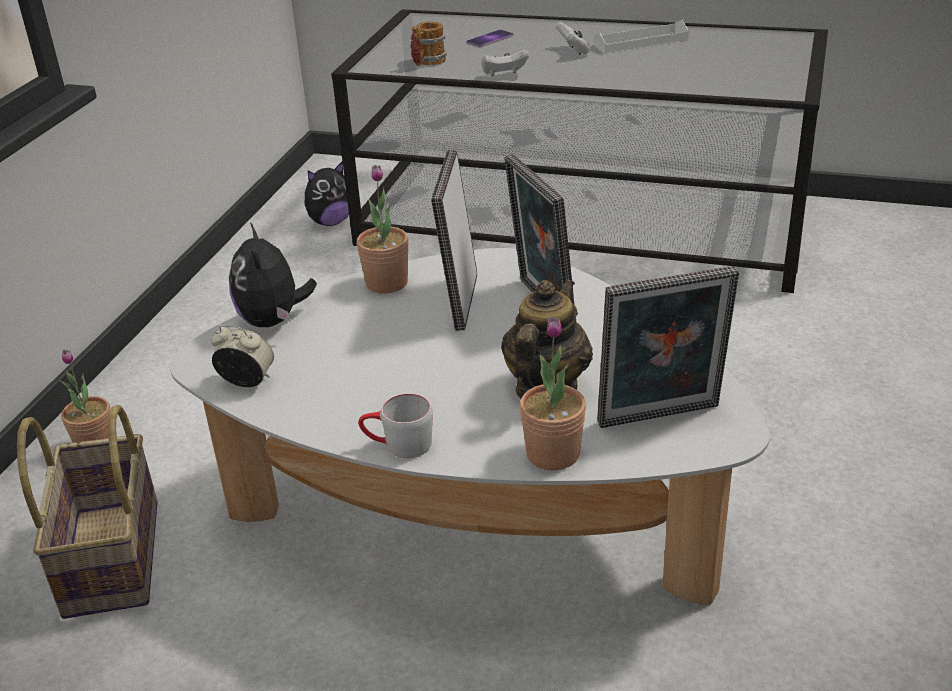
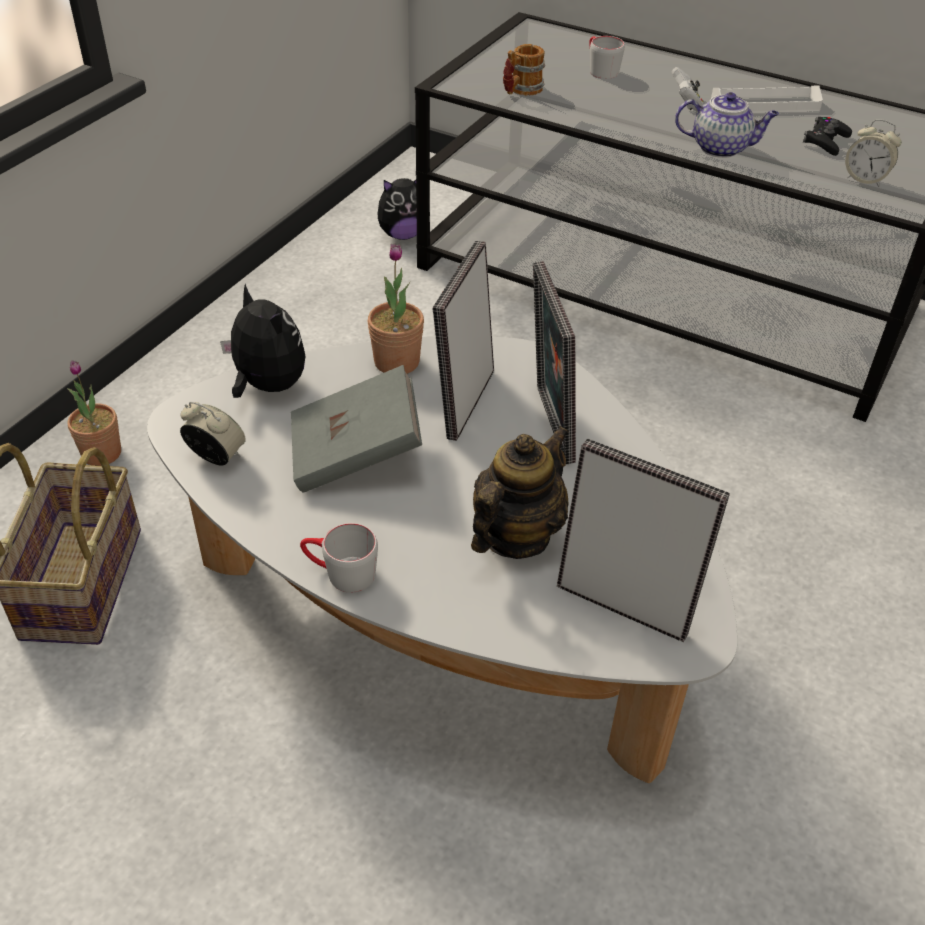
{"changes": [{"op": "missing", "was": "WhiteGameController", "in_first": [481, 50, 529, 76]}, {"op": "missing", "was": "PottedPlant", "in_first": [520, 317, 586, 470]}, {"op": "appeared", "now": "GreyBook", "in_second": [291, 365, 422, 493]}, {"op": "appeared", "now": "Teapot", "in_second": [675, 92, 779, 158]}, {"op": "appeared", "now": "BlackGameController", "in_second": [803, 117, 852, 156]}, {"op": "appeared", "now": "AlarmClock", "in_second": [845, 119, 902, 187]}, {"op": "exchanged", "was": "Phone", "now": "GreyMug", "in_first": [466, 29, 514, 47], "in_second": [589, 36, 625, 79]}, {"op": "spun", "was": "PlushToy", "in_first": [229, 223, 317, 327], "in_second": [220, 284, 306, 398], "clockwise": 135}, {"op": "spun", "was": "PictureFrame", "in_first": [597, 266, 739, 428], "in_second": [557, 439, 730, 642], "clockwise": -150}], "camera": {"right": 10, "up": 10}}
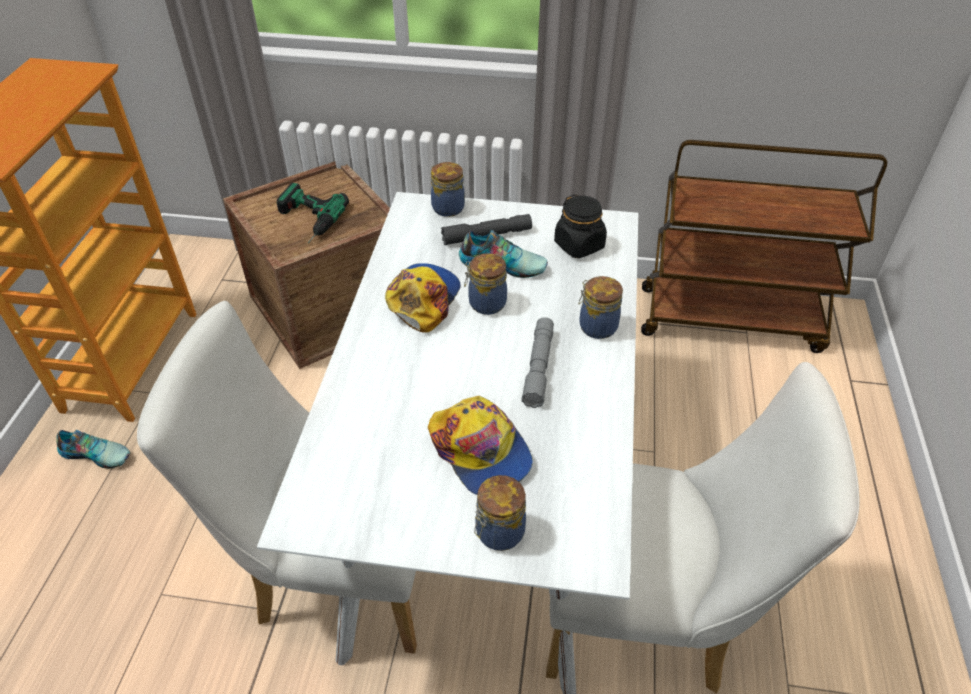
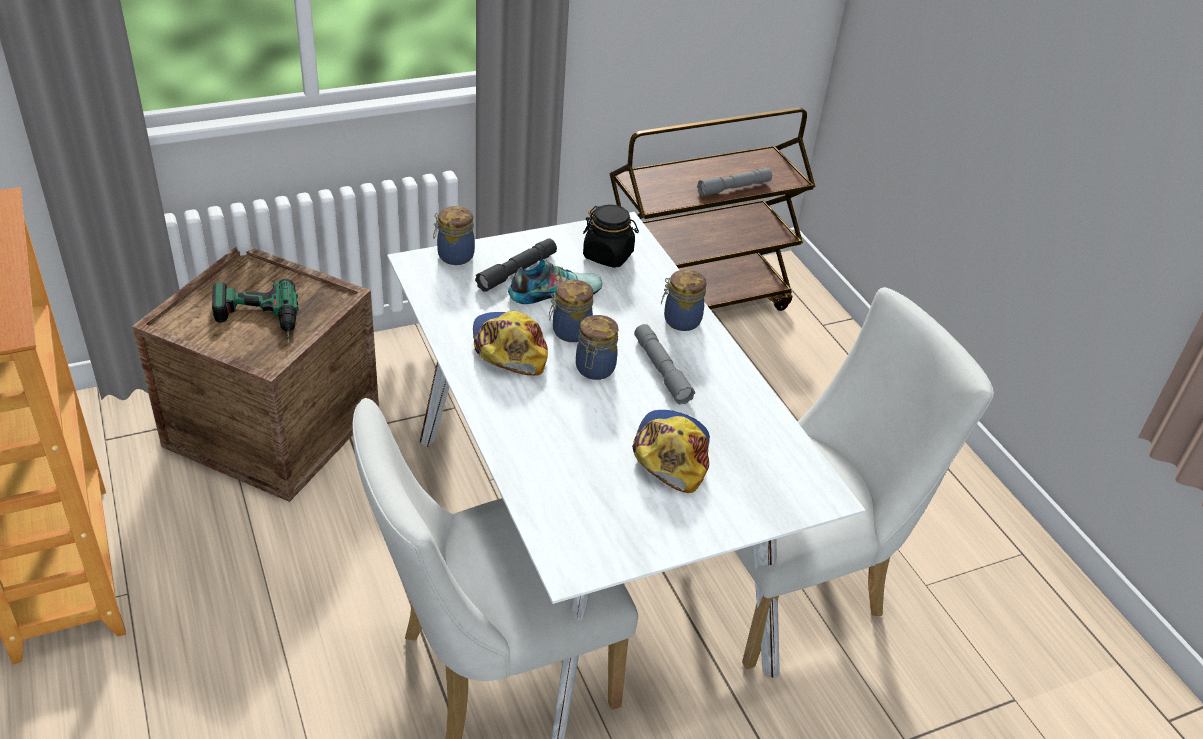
{"changes": [{"op": "missing", "was": "Shoe", "in_first": [56, 430, 130, 469]}, {"op": "appeared", "now": "GreyFlashlight", "in_second": [697, 168, 772, 196]}, {"op": "relocated", "was": "Jar", "in_first": [474, 475, 526, 551], "in_second": [576, 315, 618, 380]}, {"op": "spun", "was": "Cap", "in_first": [428, 396, 533, 495], "in_second": [632, 410, 710, 493], "clockwise": -105}], "camera": {"right": -35, "up": -5}}
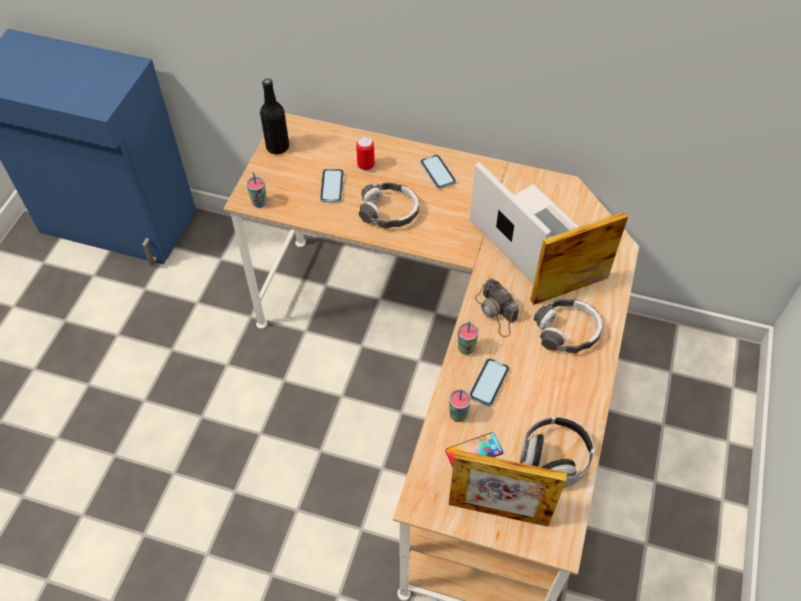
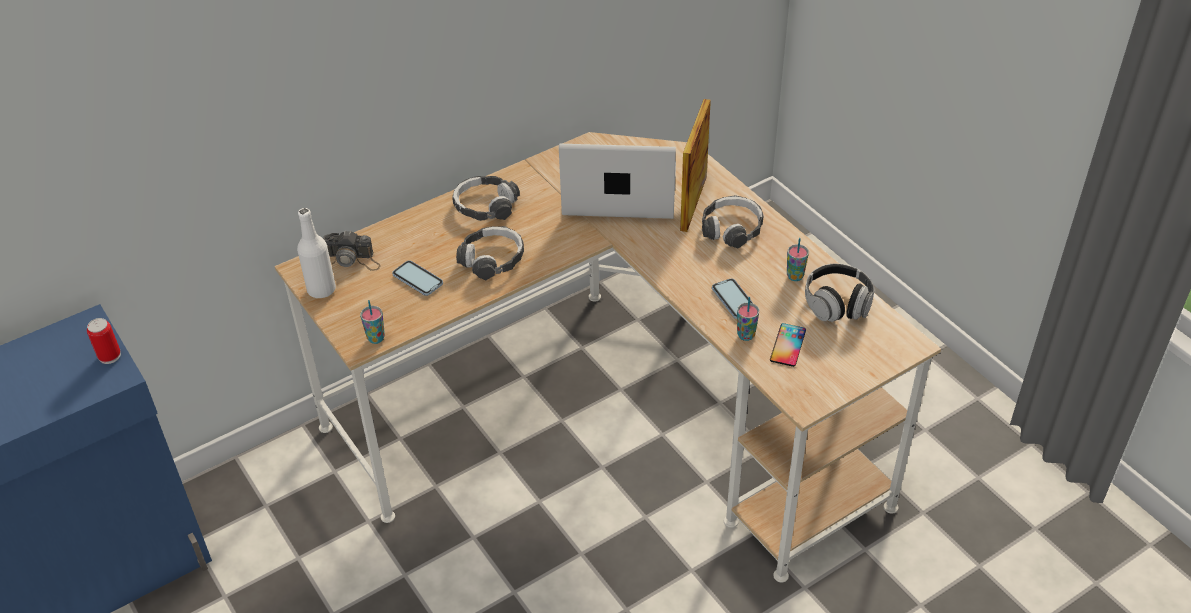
{"changes": [{"op": "missing", "was": "PictureFrame", "in_first": [449, 450, 567, 527]}, {"op": "relocated", "was": "Can", "in_first": [356, 136, 375, 172], "in_second": [87, 318, 121, 364]}, {"op": "relocated", "was": "Cup", "in_first": [458, 321, 479, 355], "in_second": [787, 238, 809, 281]}, {"op": "relocated", "was": "PhotoCamera", "in_first": [475, 278, 519, 338], "in_second": [323, 230, 380, 271]}, {"op": "exchanged", "was": "Phone", "now": "Headphones", "in_first": [420, 154, 456, 189], "in_second": [452, 176, 520, 221]}, {"op": "colour", "was": "BlackBottle", "now": "WhiteBottle", "in_first": [260, 78, 289, 155], "in_second": [297, 208, 336, 298]}], "camera": {"right": -50, "up": -10}}
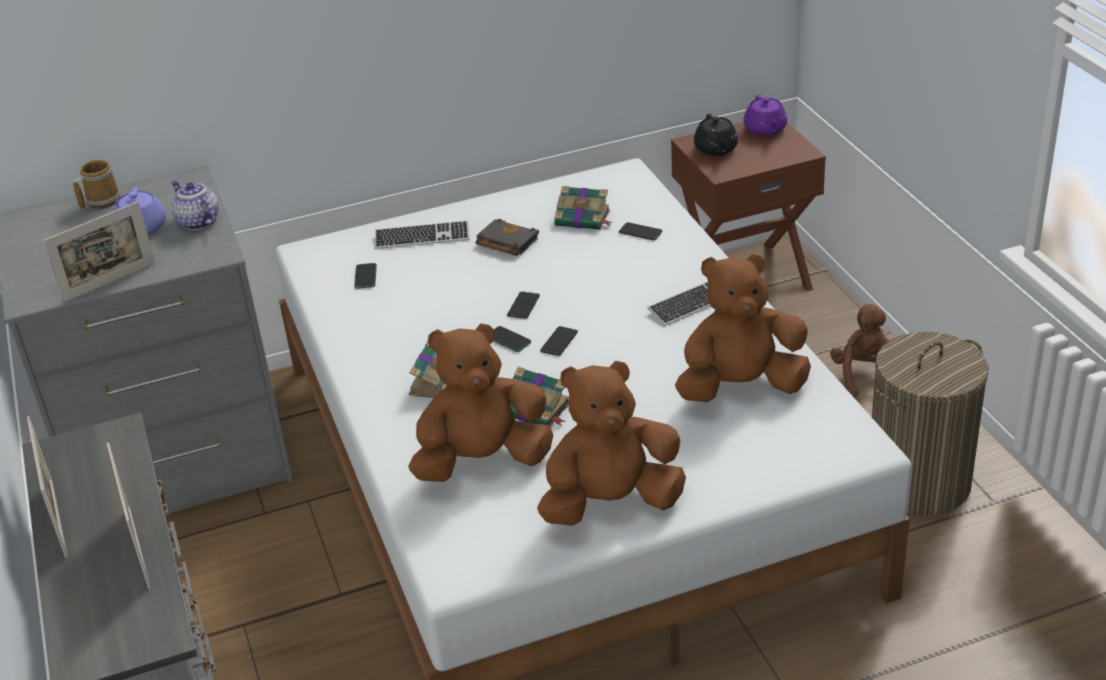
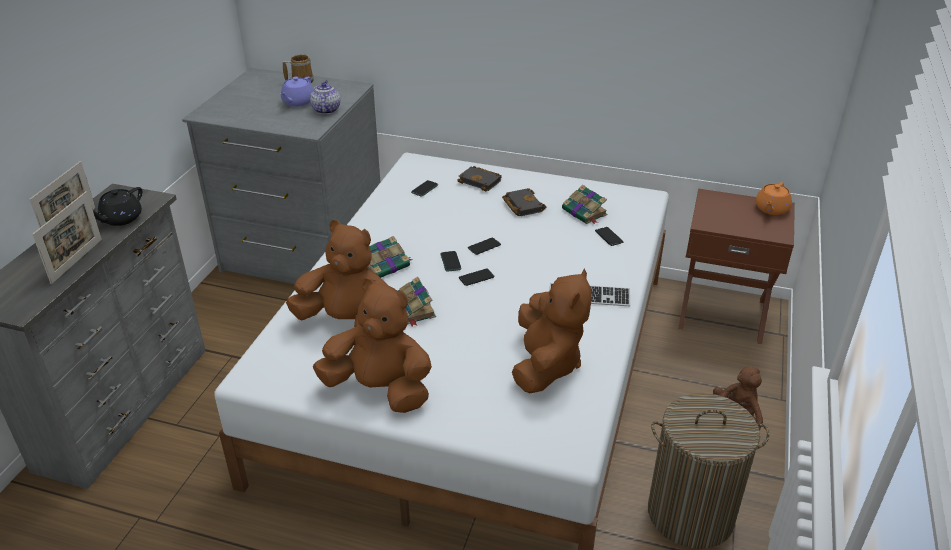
{"changes": [{"op": "missing", "was": "PictureFrame", "in_first": [43, 202, 155, 303]}, {"op": "relocated", "was": "BlackTeapot", "in_first": [694, 114, 738, 156], "in_second": [93, 187, 142, 226]}, {"op": "exchanged", "was": "Keyboard", "now": "BlackBook", "in_first": [375, 220, 470, 249], "in_second": [457, 166, 502, 191]}, {"op": "colour", "was": "PurpleTeapot", "now": "OrangeTeapot", "in_first": [744, 95, 787, 136], "in_second": [755, 182, 792, 215]}, {"op": "spun", "was": "BrownPlushToy", "in_first": [675, 254, 811, 402], "in_second": [512, 269, 592, 393], "clockwise": 75}], "camera": {"right": 35, "up": 0}}
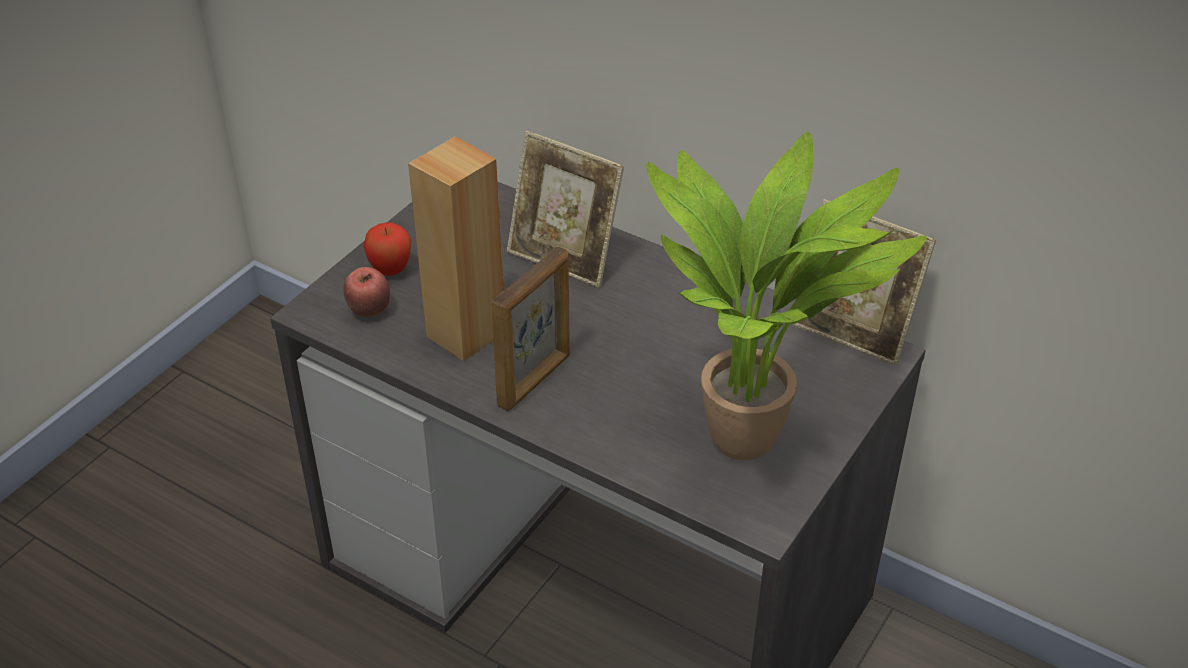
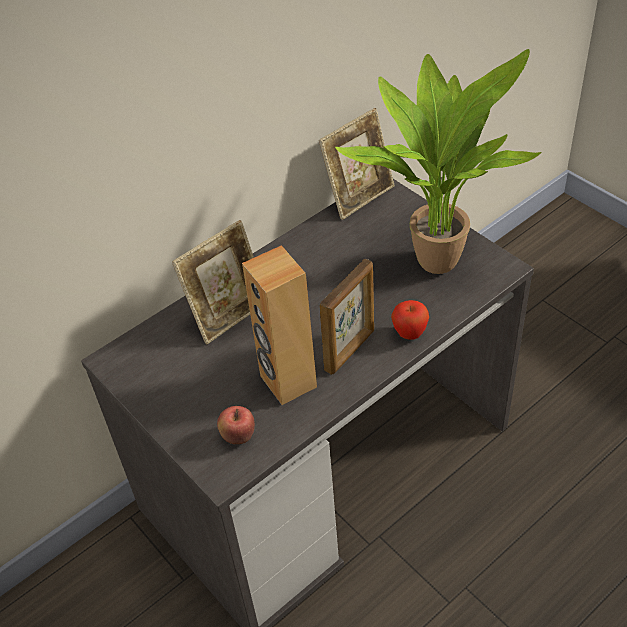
{"changes": [{"op": "relocated", "was": "Apple", "in_first": [363, 223, 412, 276], "in_second": [391, 300, 429, 340]}, {"op": "spun", "was": "PictureFrame", "in_first": [491, 247, 570, 411], "in_second": [320, 259, 374, 375], "clockwise": 75}], "camera": {"right": -70, "up": 5}}
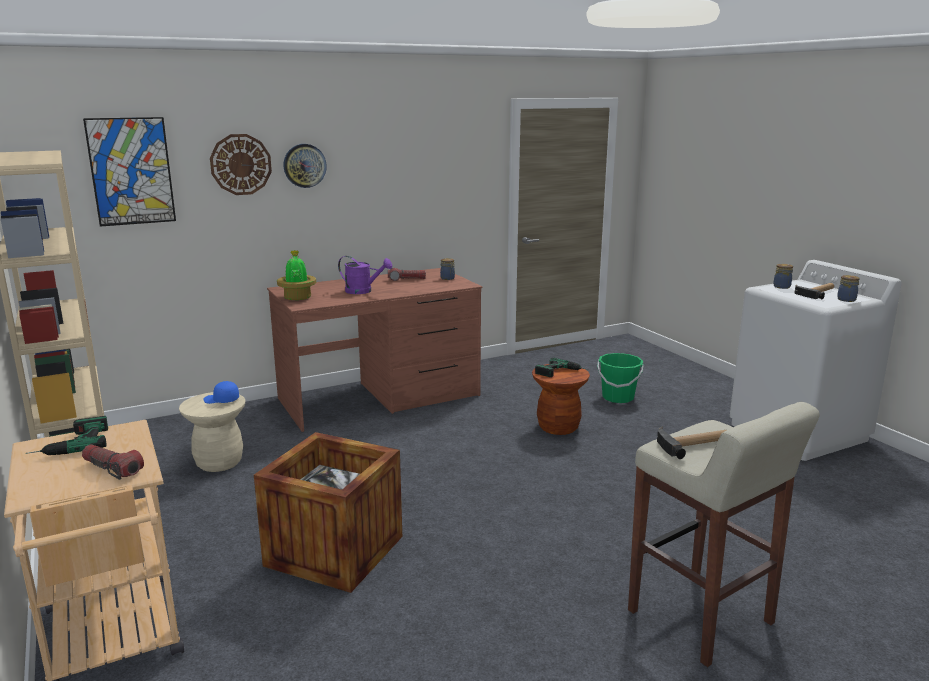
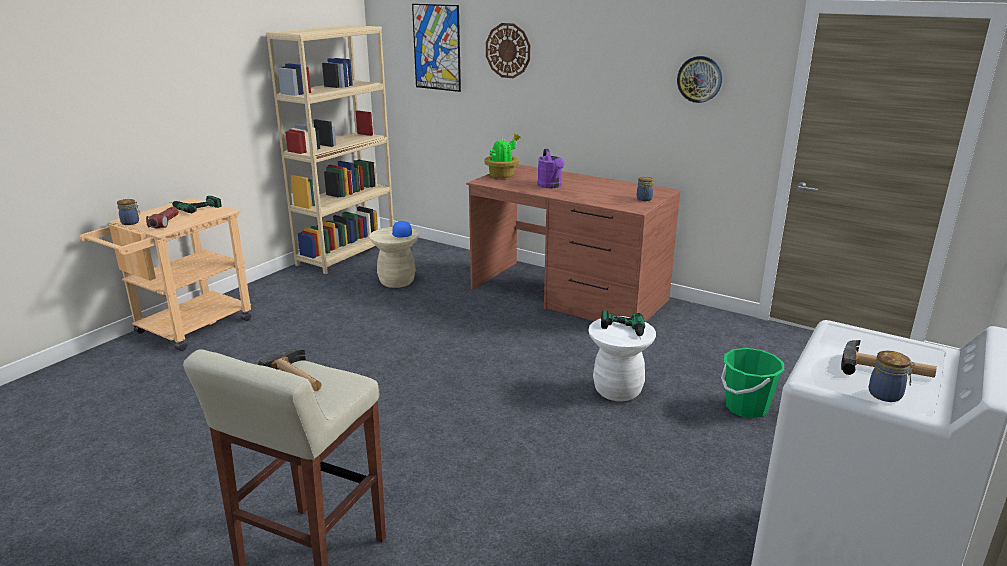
{"changes": [{"op": "missing", "was": "Crate", "in_first": [254, 432, 402, 593]}, {"op": "missing", "was": "Flashlight", "in_first": [388, 268, 426, 281]}, {"op": "relocated", "was": "WallClock", "in_first": [284, 144, 327, 188], "in_second": [677, 56, 722, 103]}, {"op": "relocated", "was": "Jar", "in_first": [773, 264, 793, 289], "in_second": [117, 199, 140, 225]}, {"op": "colour", "was": "BrownStool", "now": "WhiteStool", "in_first": [532, 364, 590, 435], "in_second": [588, 316, 656, 401]}], "camera": {"right": 60, "up": 5}}
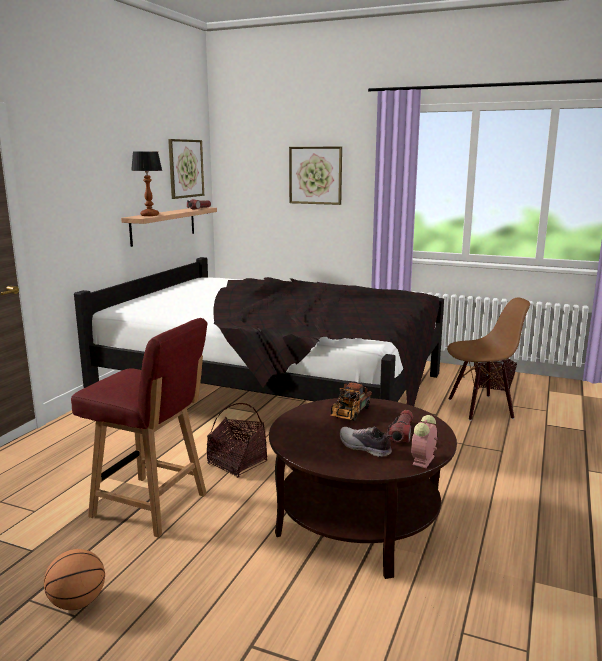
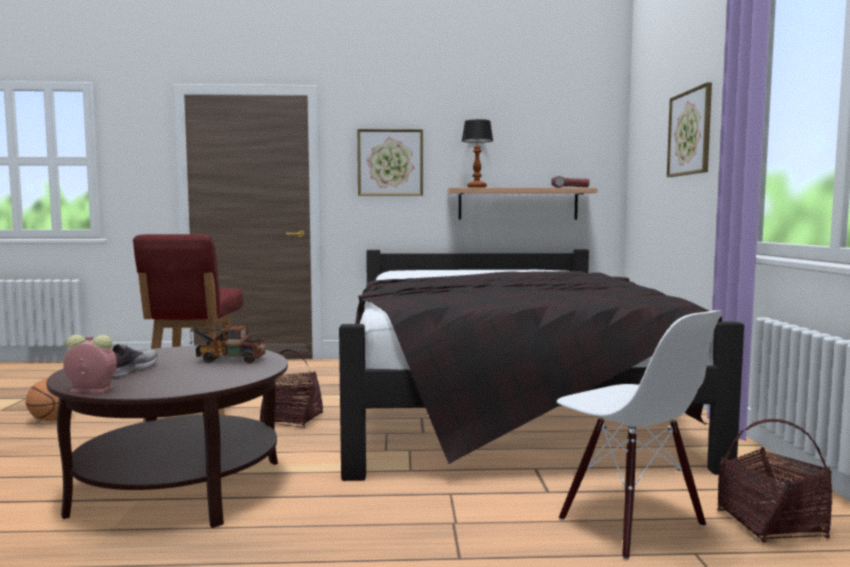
{"changes": [{"op": "missing", "was": "Flashlight", "in_first": [387, 410, 413, 442]}, {"op": "relocated", "was": "Picture", "in_first": [168, 139, 204, 199], "in_second": [357, 129, 423, 196]}, {"op": "colour", "was": "BrownChair", "now": "WhiteChair", "in_first": [447, 297, 530, 421], "in_second": [557, 310, 722, 560]}], "camera": {"right": 65, "up": -10}}
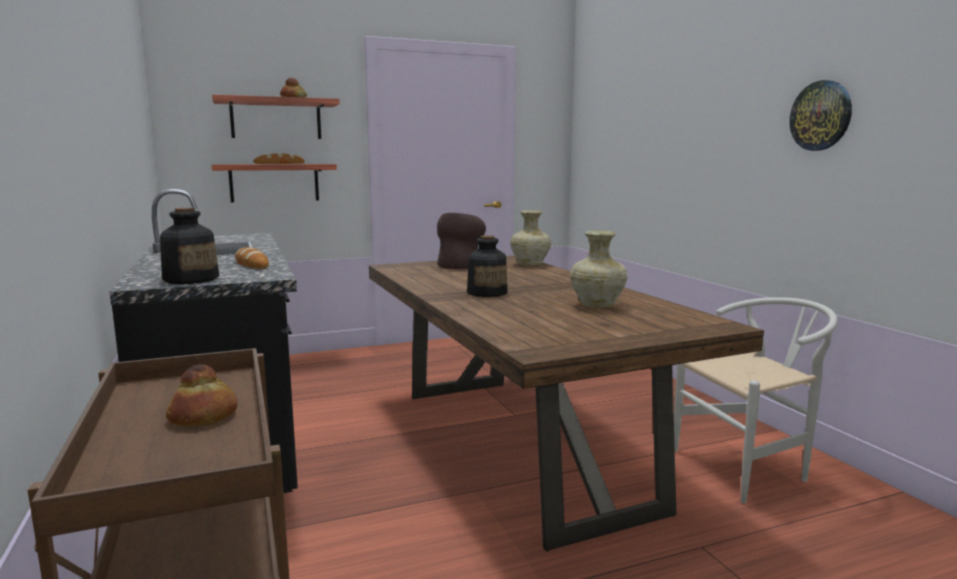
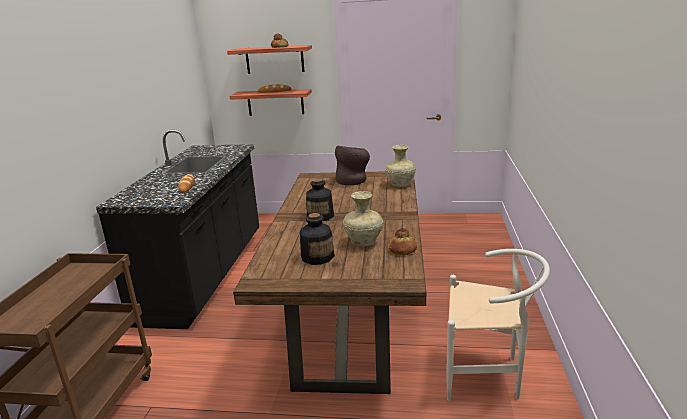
{"changes": [{"op": "missing", "was": "WallClock", "in_first": [789, 80, 852, 151]}, {"op": "relocated", "was": "Bottle", "in_first": [160, 208, 219, 284], "in_second": [300, 213, 335, 265]}, {"op": "relocated", "was": "Bread", "in_first": [166, 364, 237, 426], "in_second": [389, 228, 417, 255]}], "camera": {"right": 30, "up": 10}}
